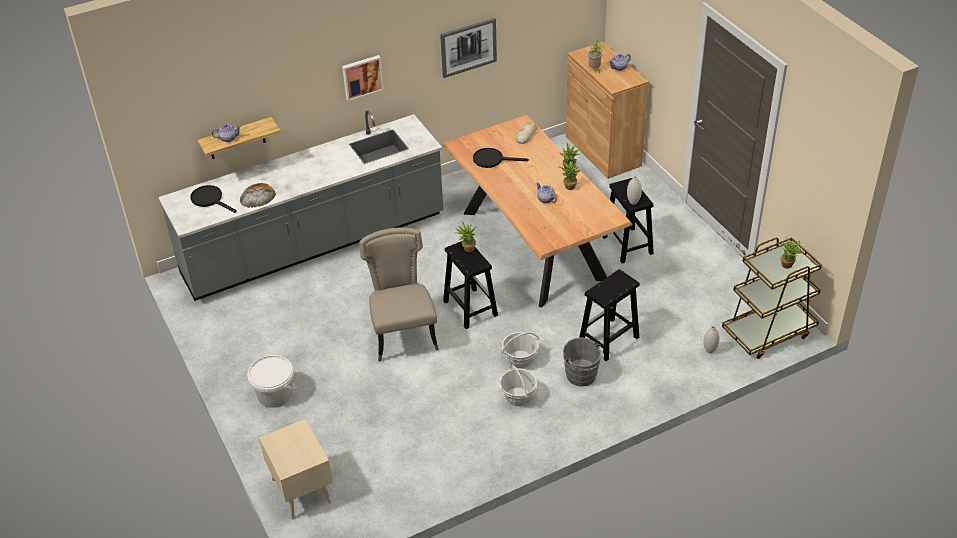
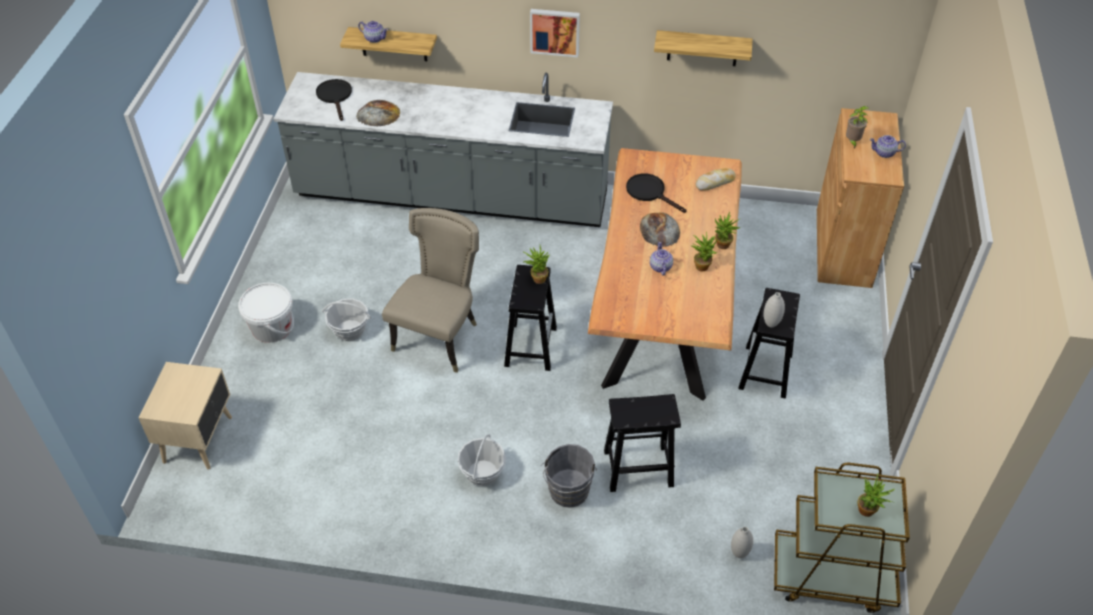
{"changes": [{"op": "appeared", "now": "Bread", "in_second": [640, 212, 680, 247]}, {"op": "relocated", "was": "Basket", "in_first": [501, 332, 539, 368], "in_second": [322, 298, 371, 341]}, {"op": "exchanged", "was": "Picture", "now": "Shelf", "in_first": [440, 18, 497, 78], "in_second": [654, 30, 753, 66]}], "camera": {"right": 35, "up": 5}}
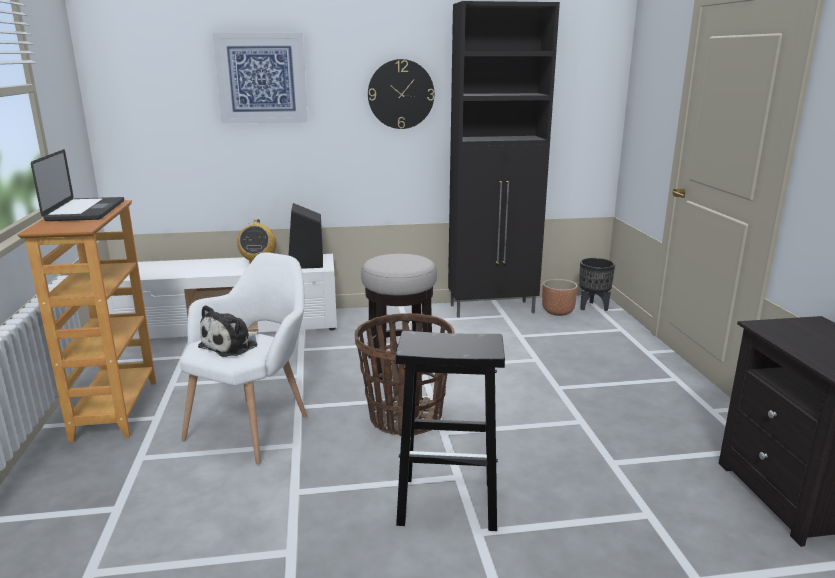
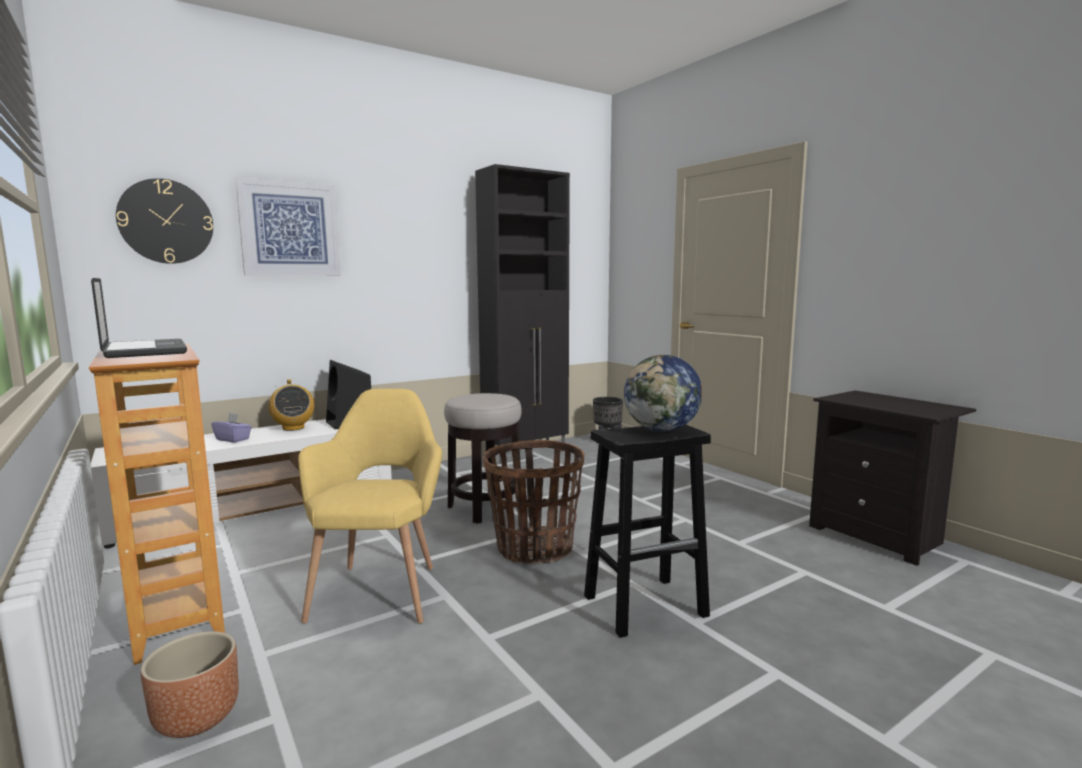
{"changes": [{"op": "missing", "was": "PlushToy", "in_first": [198, 305, 259, 357]}, {"op": "appeared", "now": "PurpleTissueBox", "in_second": [211, 413, 252, 443]}, {"op": "appeared", "now": "Globe", "in_second": [624, 355, 702, 432]}, {"op": "relocated", "was": "WallClock", "in_first": [368, 59, 434, 129], "in_second": [116, 178, 213, 264]}, {"op": "relocated", "was": "BrownPlanter", "in_first": [542, 279, 578, 316], "in_second": [141, 631, 239, 738]}, {"op": "colour", "was": "WhiteArmchair", "now": "YellowArmchair", "in_first": [180, 252, 307, 464], "in_second": [298, 389, 442, 624]}], "camera": {"right": -25, "up": -10}}
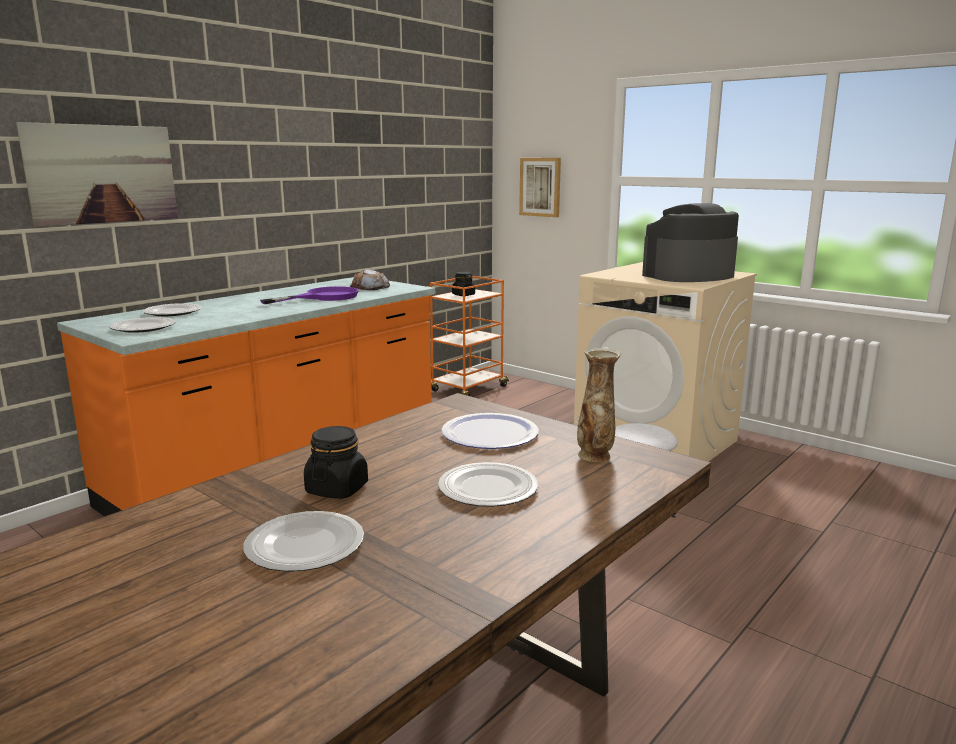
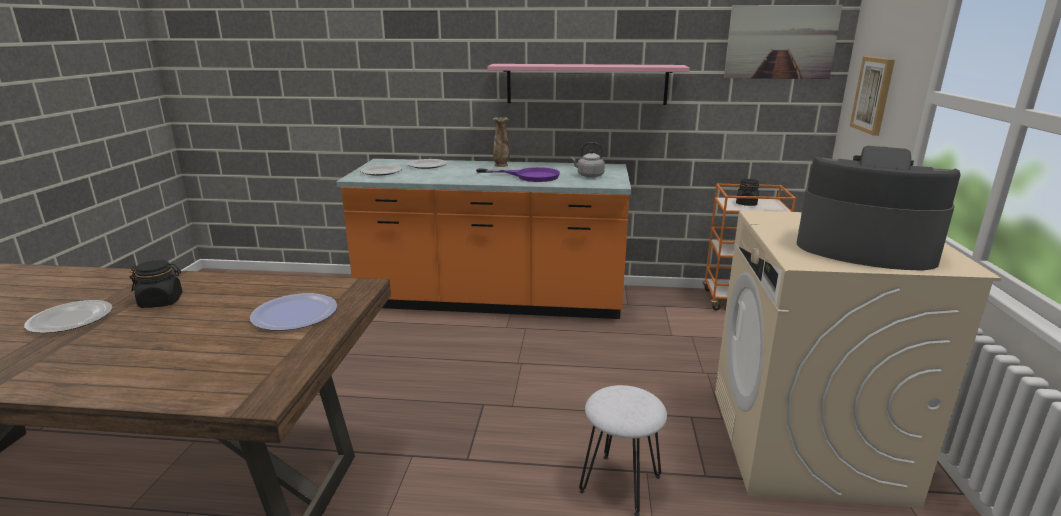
{"changes": [{"op": "missing", "was": "Plate", "in_first": [438, 462, 538, 507]}, {"op": "appeared", "now": "PinkShelf", "in_second": [487, 64, 690, 105]}, {"op": "relocated", "was": "Picture", "in_first": [16, 122, 178, 227], "in_second": [724, 5, 843, 79]}, {"op": "relocated", "was": "Vase", "in_first": [577, 347, 622, 462], "in_second": [493, 117, 509, 167]}, {"op": "exchanged", "was": "Bread", "now": "GreyKettle", "in_first": [350, 269, 390, 290], "in_second": [571, 142, 605, 178]}], "camera": {"right": 55, "up": 5}}
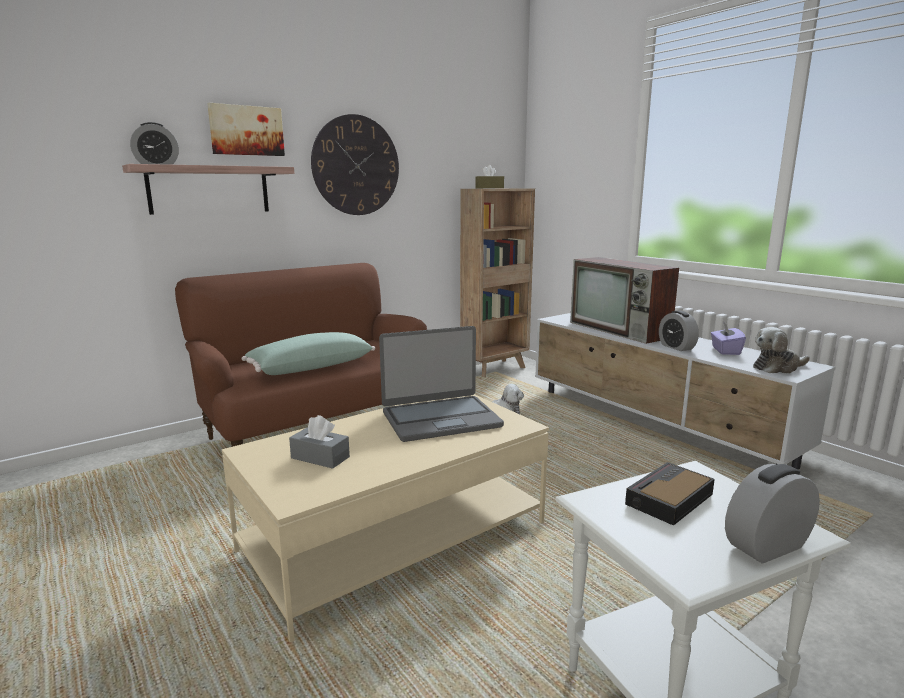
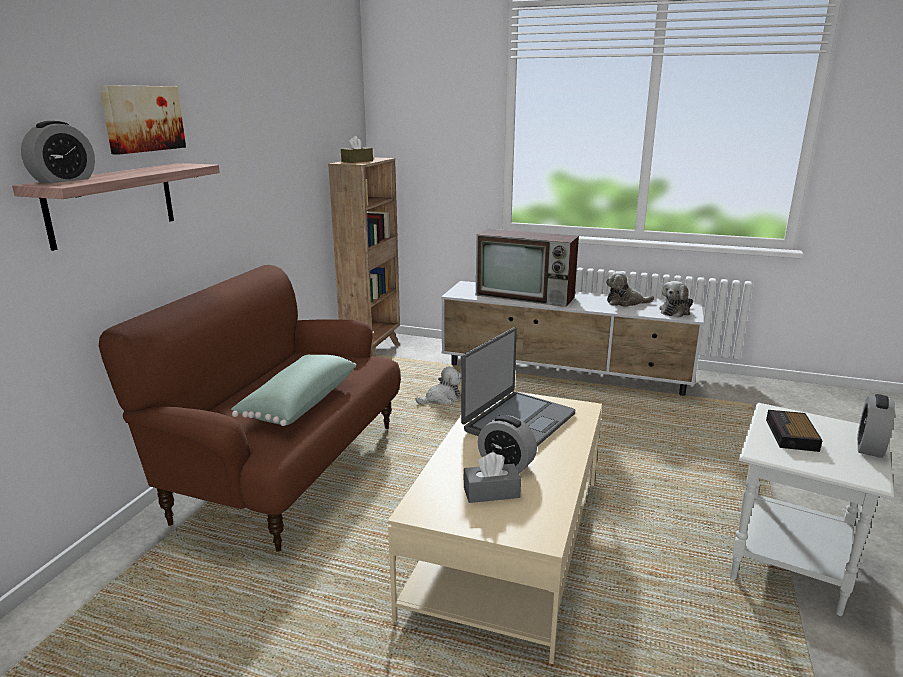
{"changes": [{"op": "missing", "was": "WallClock", "in_first": [311, 114, 399, 215]}, {"op": "relocated", "was": "AlarmClock", "in_first": [659, 311, 699, 351], "in_second": [478, 415, 537, 473]}, {"op": "exchanged", "was": "PurpleTissueBox", "now": "PlushToy", "in_first": [711, 323, 746, 355], "in_second": [606, 271, 654, 307]}], "camera": {"right": -35, "up": 5}}
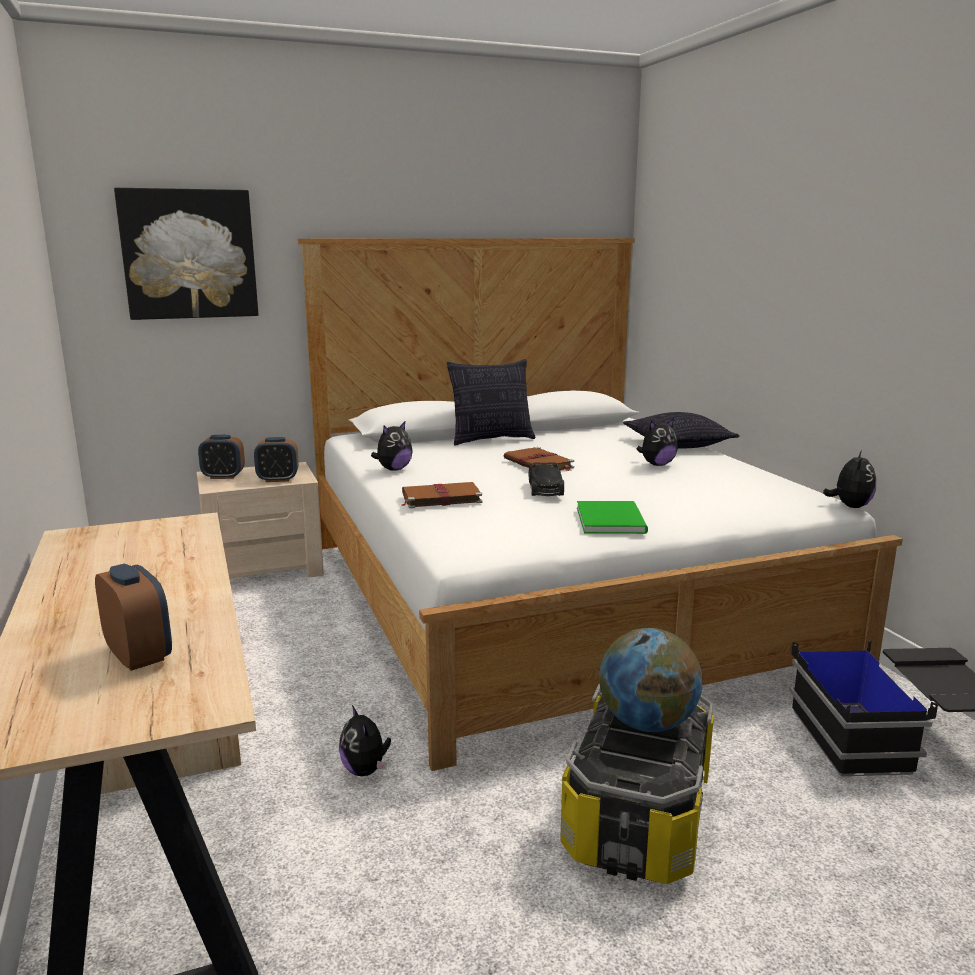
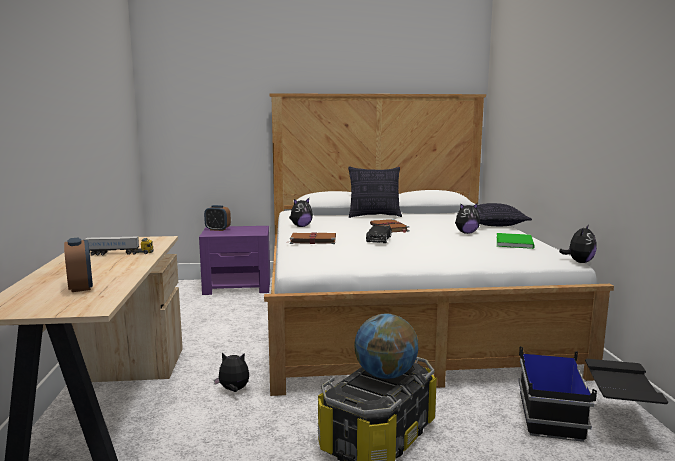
{"changes": [{"op": "missing", "was": "Picture", "in_first": [114, 188, 259, 320]}, {"op": "missing", "was": "AlarmClock", "in_first": [254, 437, 299, 482]}, {"op": "appeared", "now": "ToyTruck", "in_second": [84, 236, 154, 256]}, {"op": "relocated", "was": "GreenBook", "in_first": [577, 501, 648, 534], "in_second": [497, 233, 535, 249]}, {"op": "colour", "was": "BeigeNightstand", "now": "PurpleNightstand", "in_first": [197, 462, 324, 578], "in_second": [199, 226, 270, 295]}, {"op": "spun", "was": "PlushToy", "in_first": [339, 705, 391, 776], "in_second": [214, 353, 249, 392], "clockwise": 105}], "camera": {"right": 15, "up": -5}}
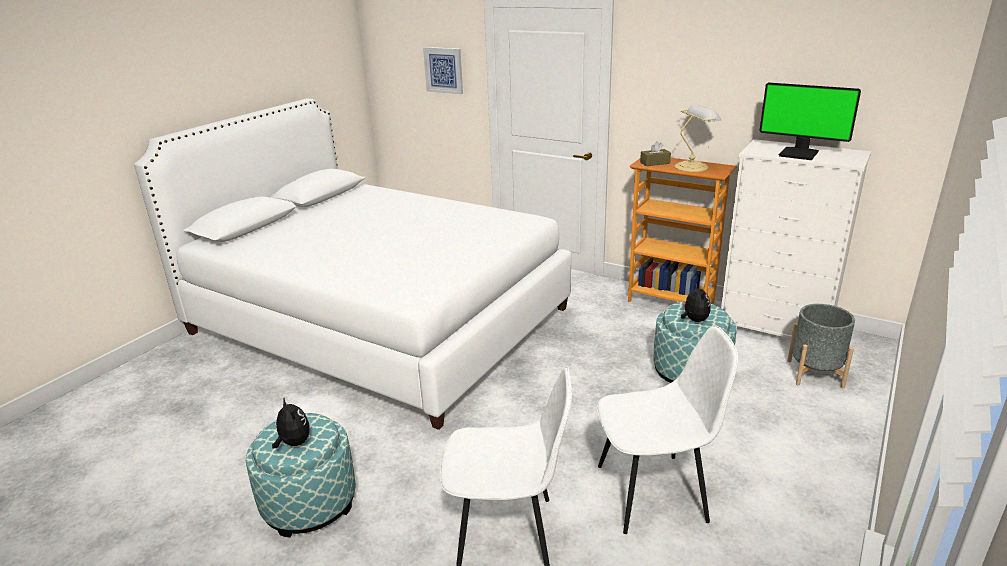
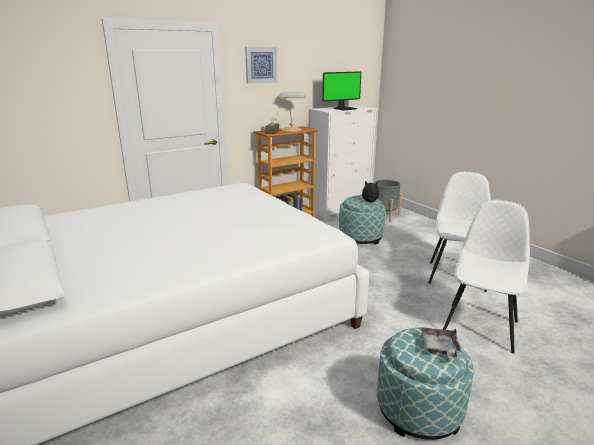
{"changes": [{"op": "relocated", "was": "Picture", "in_first": [423, 47, 463, 94], "in_second": [245, 47, 277, 84]}, {"op": "exchanged", "was": "PlushToy", "now": "GreyTray", "in_first": [272, 398, 310, 448], "in_second": [421, 327, 462, 359]}], "camera": {"right": -65, "up": -5}}
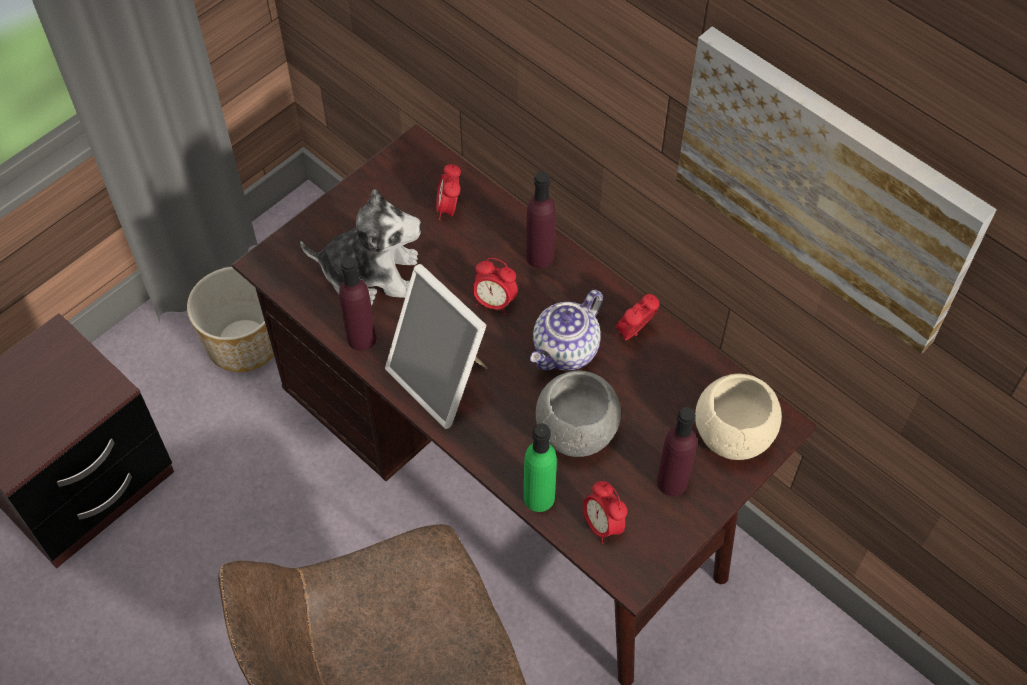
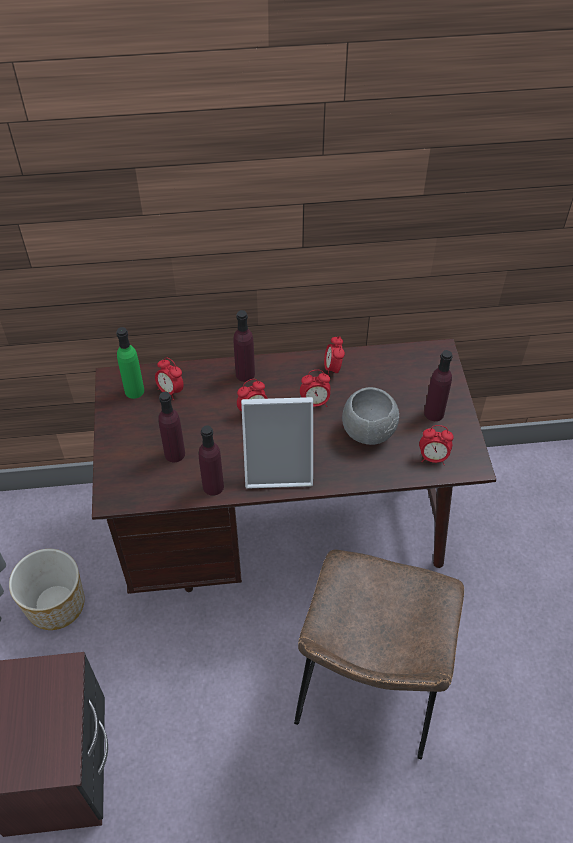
{"changes": [{"op": "missing", "was": "Picture", "in_first": [676, 26, 997, 354]}, {"op": "missing", "was": "BeigeBowl", "in_first": [695, 374, 782, 460]}, {"op": "relocated", "was": "GreenBottle", "in_first": [524, 423, 557, 512], "in_second": [116, 327, 144, 399]}, {"op": "exchanged", "was": "PlushToy", "now": "PurpleBottle", "in_first": [300, 189, 421, 305], "in_second": [158, 392, 185, 462]}, {"op": "exchanged", "was": "Teapot", "now": "AlarmClock", "in_first": [530, 290, 603, 371], "in_second": [300, 370, 331, 407]}], "camera": {"right": -50, "up": -5}}
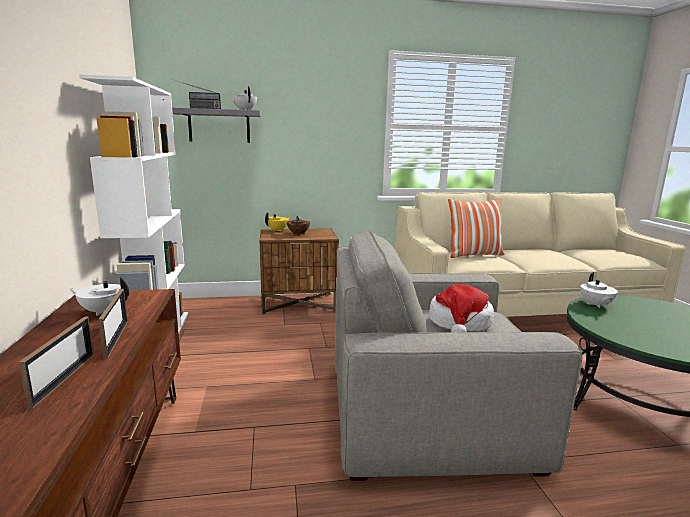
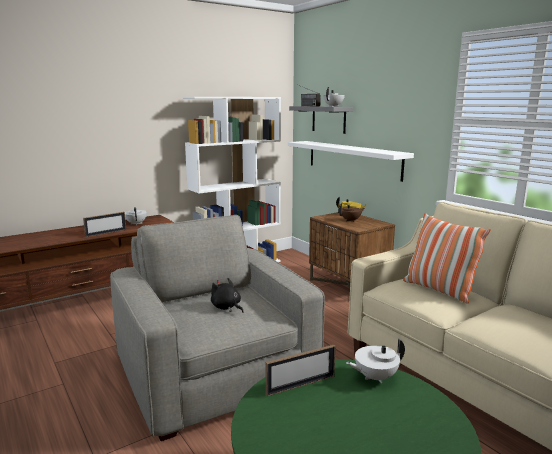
{"changes": [{"op": "appeared", "now": "WhiteShelf", "in_second": [288, 141, 414, 182]}, {"op": "relocated", "was": "PictureFrame", "in_first": [19, 316, 94, 409], "in_second": [265, 345, 336, 396]}, {"op": "exchanged", "was": "Hat", "now": "BlackPlushToy", "in_first": [429, 284, 494, 332], "in_second": [211, 278, 243, 313]}], "camera": {"right": 65, "up": 0}}
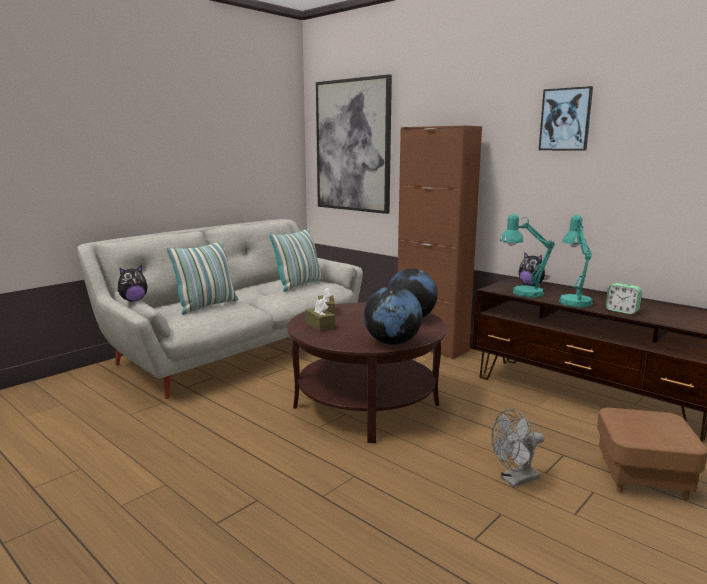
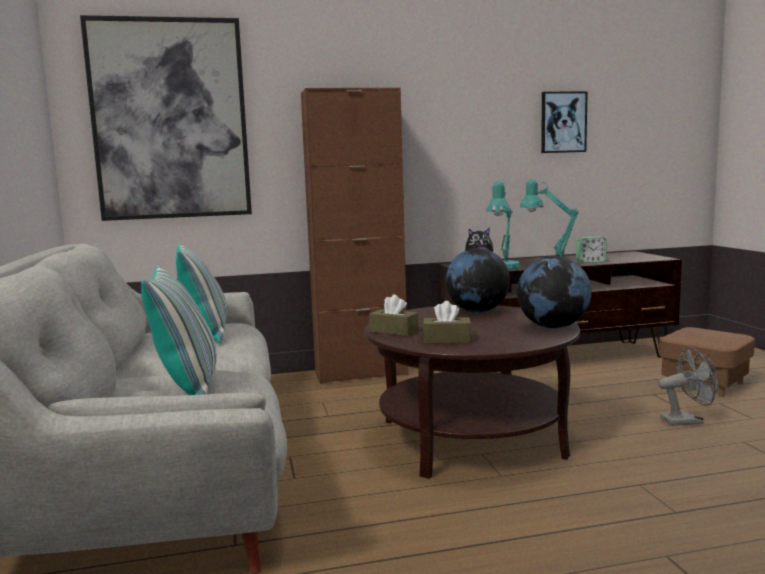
{"changes": [{"op": "missing", "was": "PlushToy", "in_first": [118, 265, 147, 301]}, {"op": "relocated", "was": "Picture", "in_first": [539, 86, 593, 151], "in_second": [541, 91, 588, 153]}, {"op": "spun", "was": "GreyFan", "in_first": [491, 409, 544, 487], "in_second": [658, 347, 719, 426], "clockwise": -105}], "camera": {"right": -55, "up": -5}}
